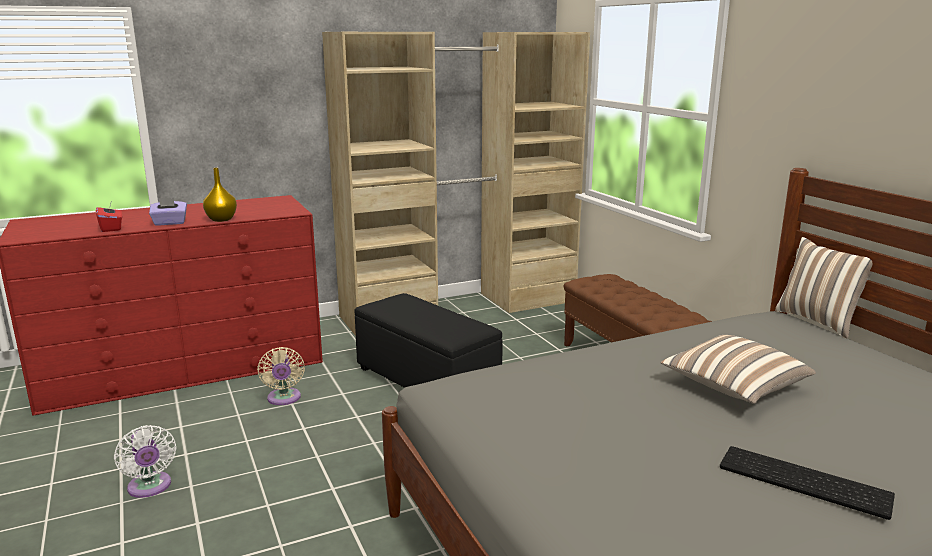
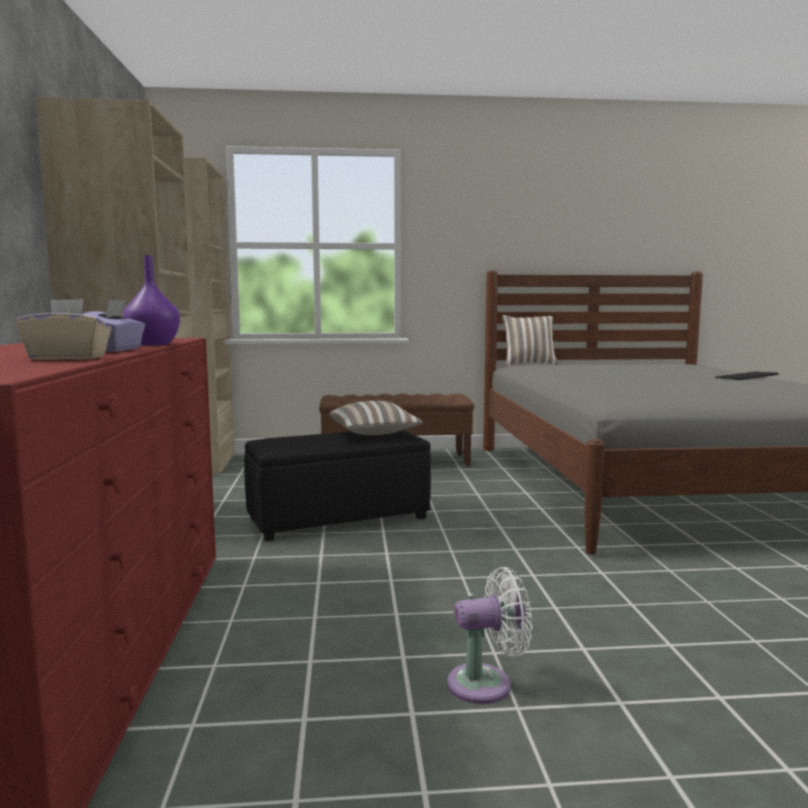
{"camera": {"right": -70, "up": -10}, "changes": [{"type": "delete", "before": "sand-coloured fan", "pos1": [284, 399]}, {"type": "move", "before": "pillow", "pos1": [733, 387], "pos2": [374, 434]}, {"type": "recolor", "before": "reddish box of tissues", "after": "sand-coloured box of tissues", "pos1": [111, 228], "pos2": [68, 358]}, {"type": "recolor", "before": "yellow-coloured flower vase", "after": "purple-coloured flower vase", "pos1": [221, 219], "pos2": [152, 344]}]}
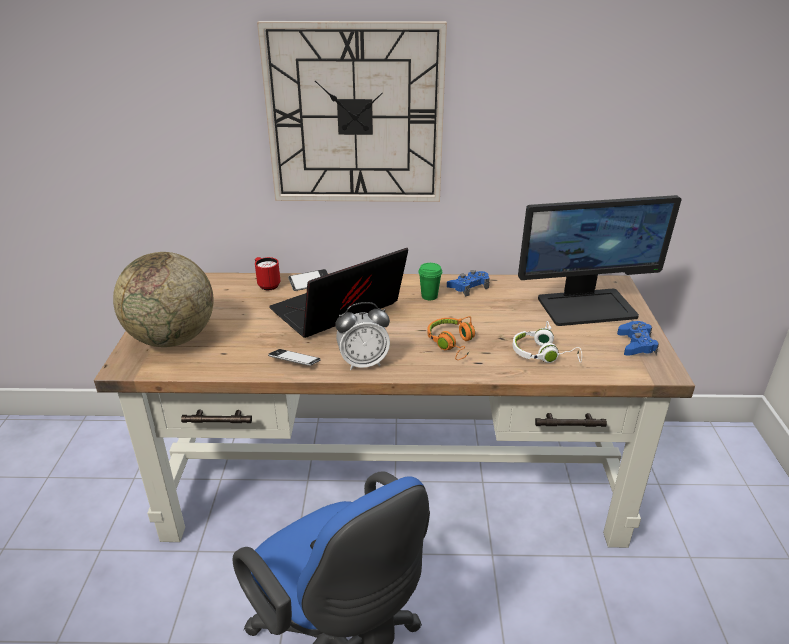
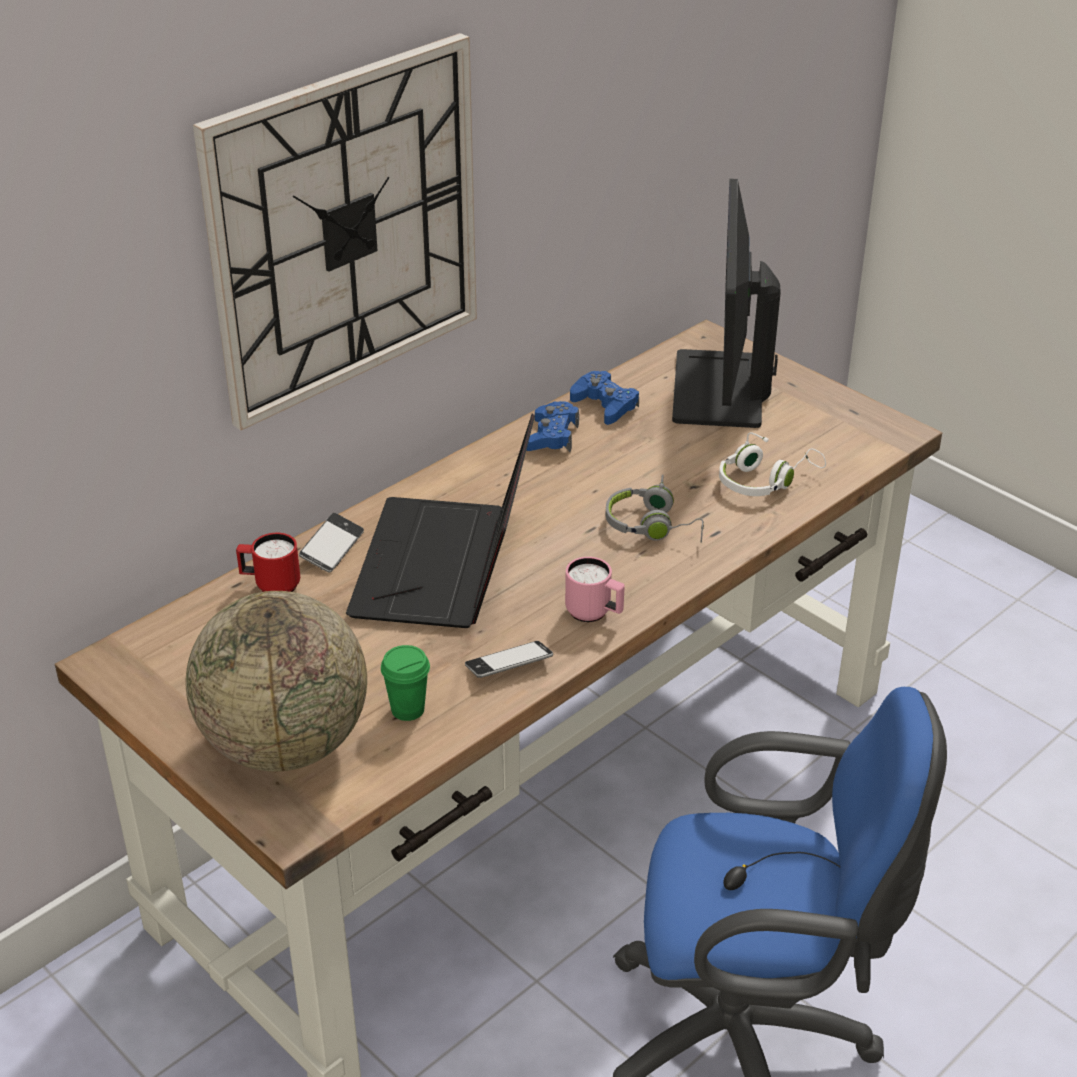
{"camera": {"right": -45, "up": 5}, "changes": [{"type": "move", "before": "green cup", "pos1": [429, 296], "pos2": [408, 709]}, {"type": "move", "before": "blue-coloured game controller", "pos1": [636, 344], "pos2": [605, 405]}, {"type": "replace", "before": "table clock", "after": "pink-coloured tea mug", "pos1": [363, 363], "pos2": [594, 614]}, {"type": "recolor", "before": "orange-coloured pair of headphones", "after": "greyish pair of headphones", "pos1": [452, 344], "pos2": [654, 526]}, {"type": "rotate", "before": "monitor", "pos1": [586, 306], "pos2": [721, 390], "turn": 150}]}
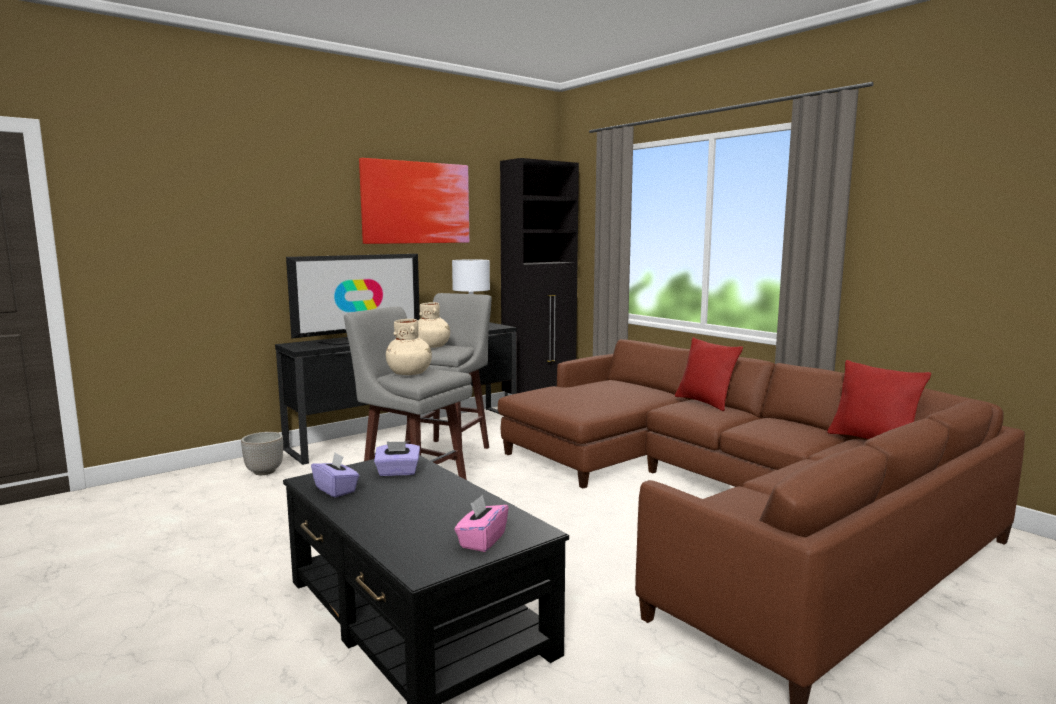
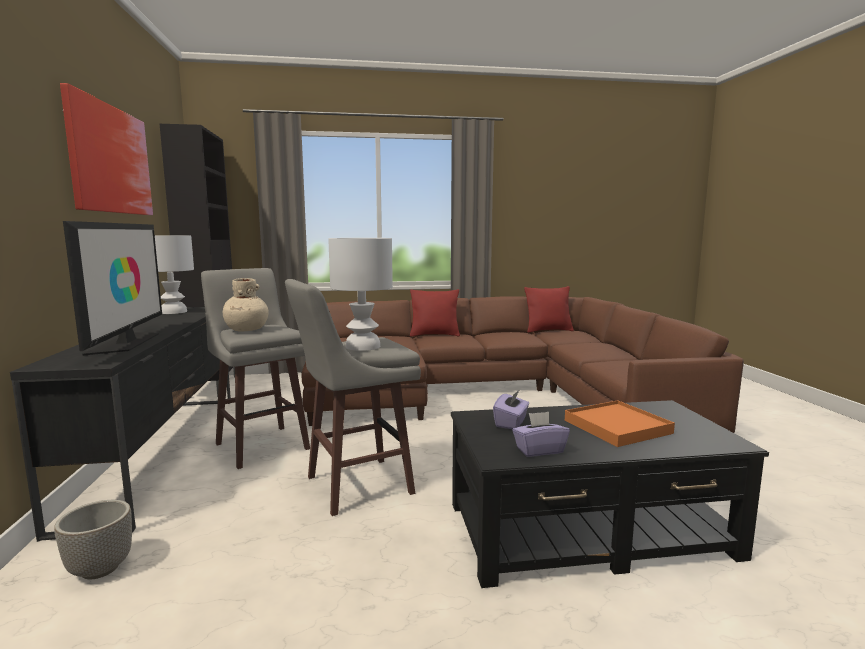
{"camera": {"right": -60, "up": 0}, "changes": [{"type": "delete", "before": "pink-coloured box of tissues", "pos1": [482, 540]}, {"type": "insert", "after": "orange-coloured tray", "pos2": [616, 427]}, {"type": "replace", "before": "sand-coloured flower vase", "after": "white-coloured table lamp", "pos1": [409, 374], "pos2": [362, 346]}]}
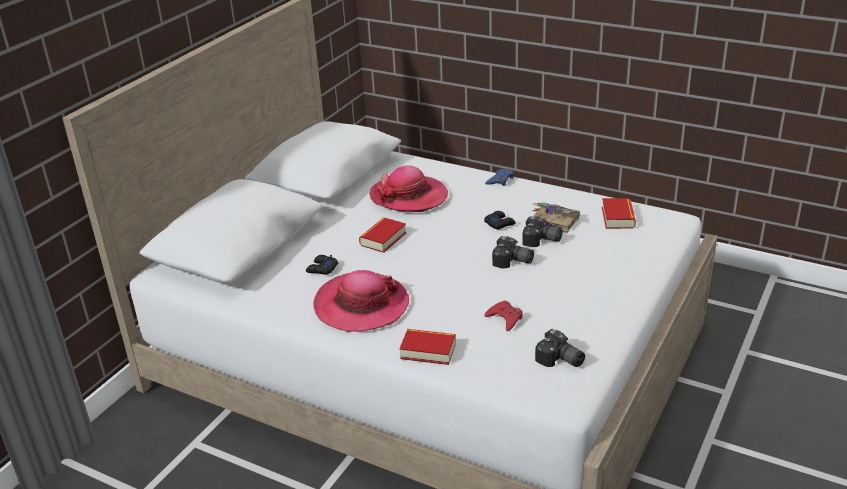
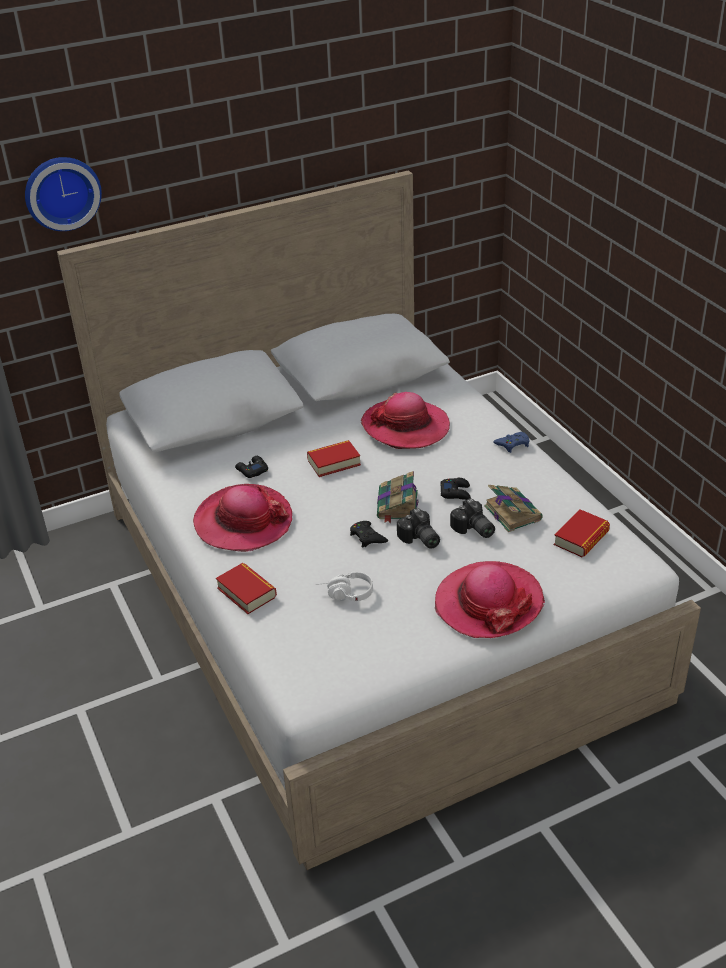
{"camera": {"right": 35, "up": 5}, "changes": [{"type": "delete", "before": "still camera", "pos1": [560, 361]}, {"type": "insert", "after": "clock on the wall", "pos2": [61, 192]}, {"type": "insert", "after": "black-coloured game controller", "pos2": [367, 537]}, {"type": "insert", "after": "volume", "pos2": [397, 506]}, {"type": "insert", "after": "wearable hat", "pos2": [488, 603]}, {"type": "replace", "before": "reddish game controller", "after": "white-coloured pair of headphones", "pos1": [505, 318], "pos2": [344, 594]}]}
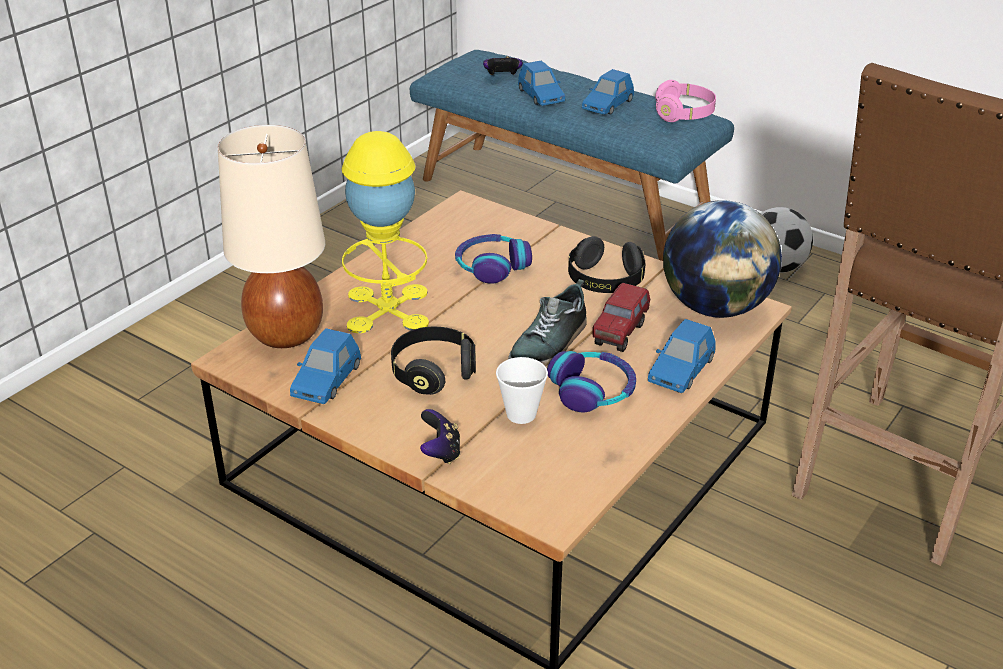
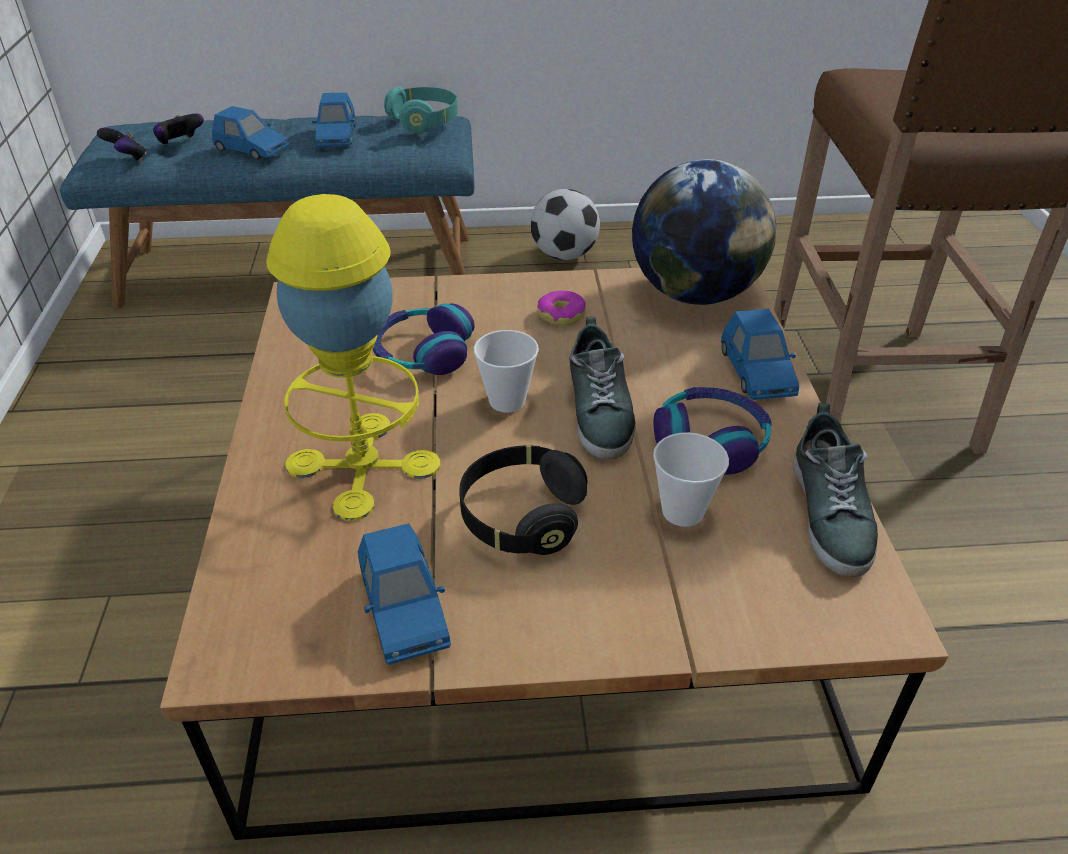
{"camera": {"right": -40, "up": 5}, "changes": [{"type": "delete", "before": "sand-coloured table lamp", "pos1": [287, 334]}, {"type": "delete", "before": "toy lorry", "pos1": [620, 333]}, {"type": "insert", "after": "cup", "pos2": [507, 401]}, {"type": "insert", "after": "low shoe", "pos2": [831, 512]}, {"type": "move", "before": "game controller", "pos1": [441, 452], "pos2": [128, 159]}, {"type": "replace", "before": "black-coloured pair of headphones", "after": "donut", "pos1": [605, 281], "pos2": [561, 315]}, {"type": "recolor", "before": "pink-coloured pair of headphones", "after": "turquoise pair of headphones", "pos1": [684, 114], "pos2": [424, 122]}]}
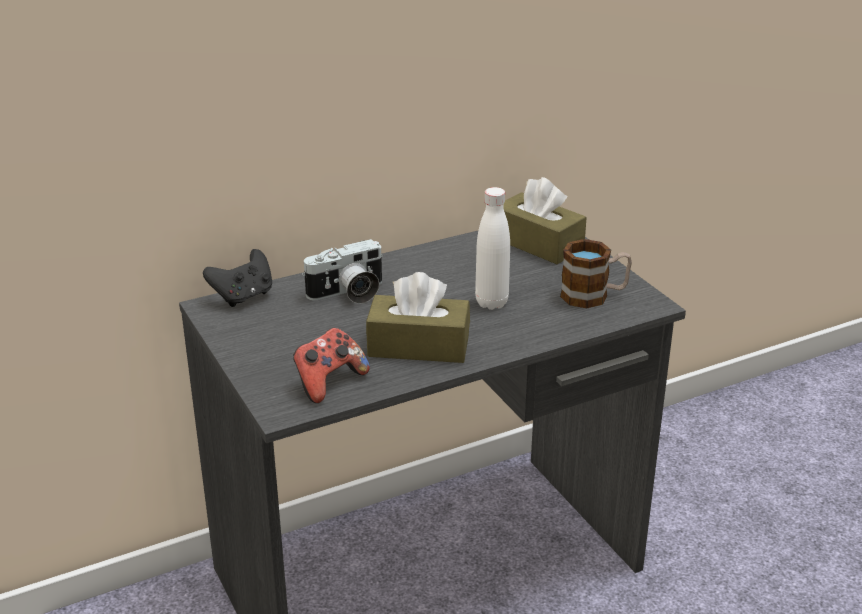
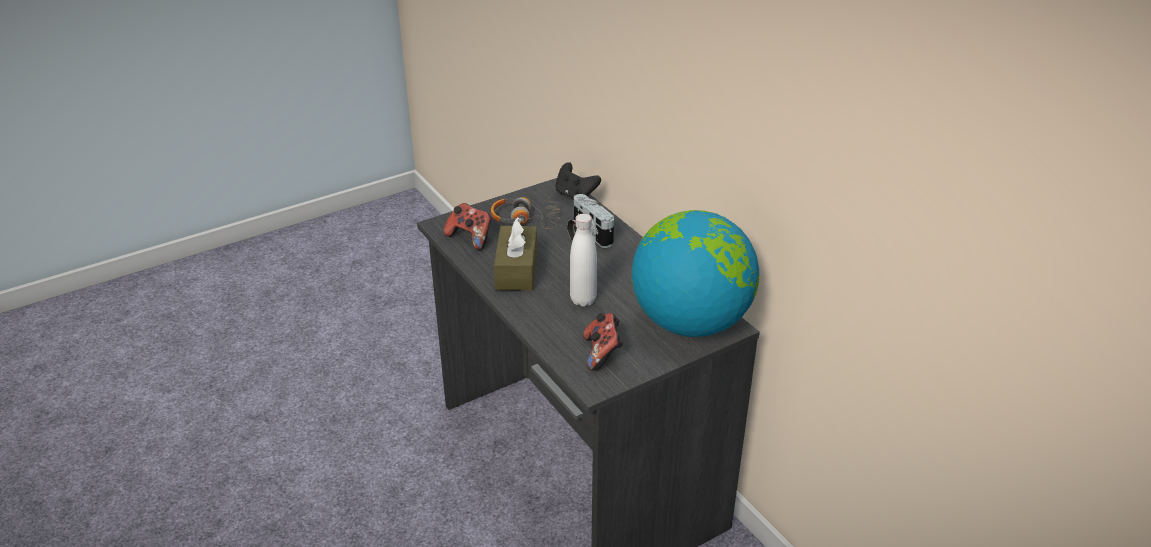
{"camera": {"right": 85, "up": 5}, "changes": [{"type": "insert", "after": "pair of headphones", "pos2": [526, 219]}, {"type": "replace", "before": "brownish box of tissues", "after": "globe", "pos1": [537, 243], "pos2": [691, 322]}, {"type": "replace", "before": "tea mug", "after": "game controller", "pos1": [594, 296], "pos2": [602, 353]}]}
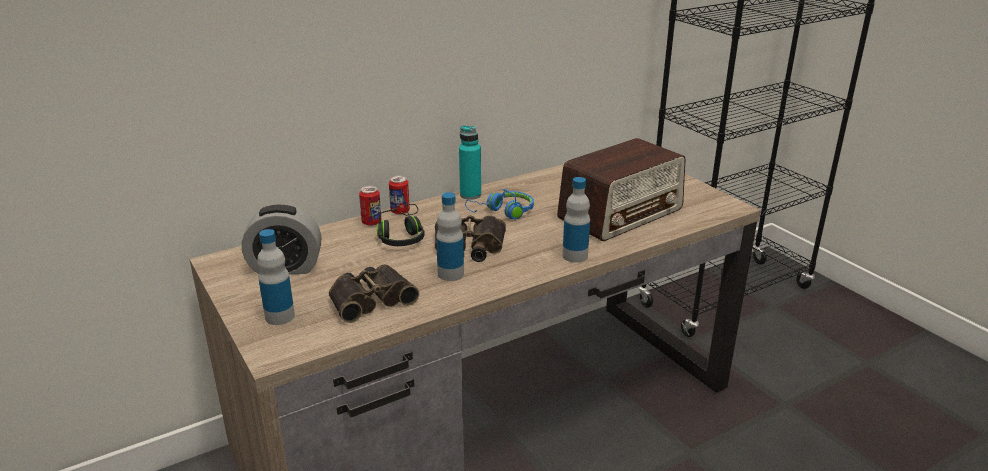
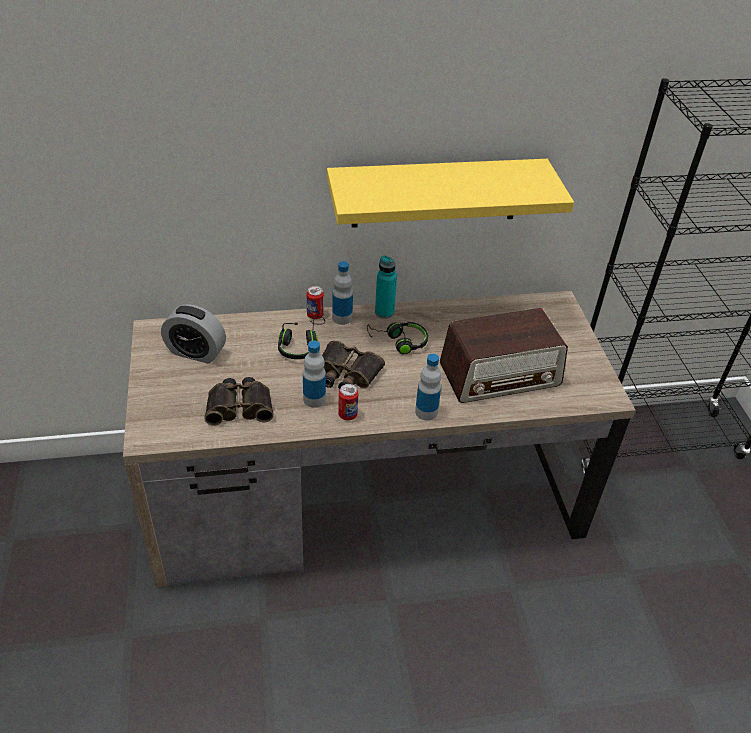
{"camera": {"right": 20, "up": 15}, "changes": [{"type": "insert", "after": "yellow-coloured shelf", "pos2": [436, 193]}, {"type": "move", "before": "drink bottle", "pos1": [280, 316], "pos2": [342, 318]}, {"type": "move", "before": "can", "pos1": [371, 222], "pos2": [347, 415]}, {"type": "recolor", "before": "blue-coloured pair of headphones", "after": "black-coloured pair of headphones", "pos1": [503, 212], "pos2": [399, 342]}]}
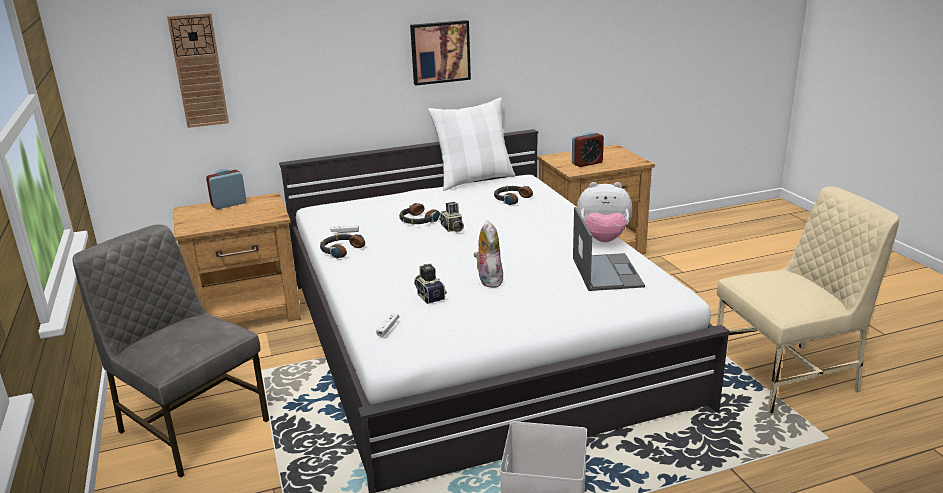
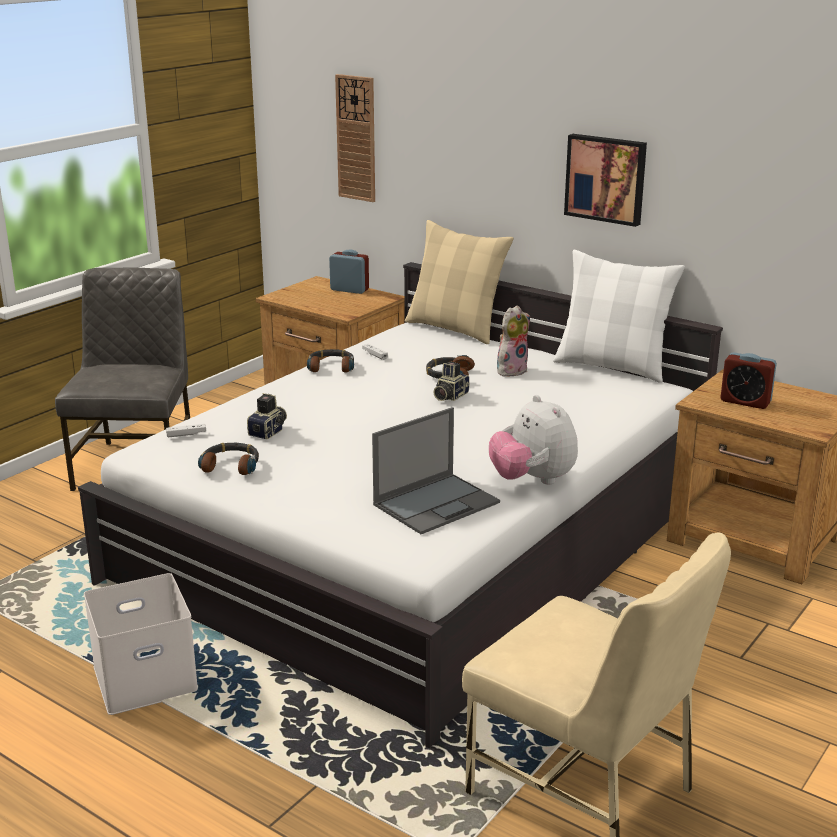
{"camera": {"right": 55, "up": 0}, "changes": [{"type": "insert", "after": "sand-coloured pillow", "pos2": [455, 329]}, {"type": "move", "before": "cuddly toy", "pos1": [488, 280], "pos2": [511, 370]}, {"type": "move", "before": "pair of headphones", "pos1": [511, 199], "pos2": [231, 465]}]}
